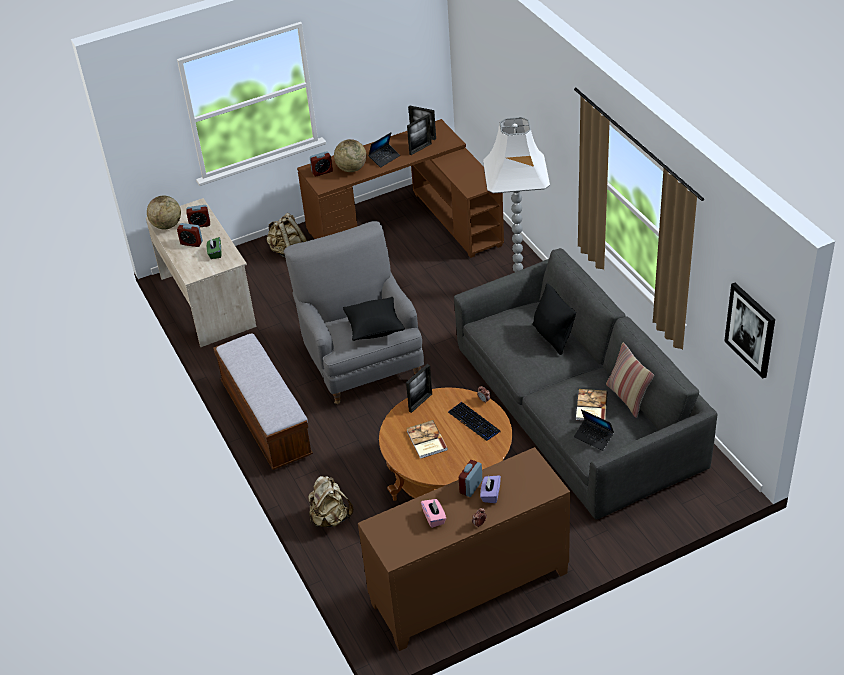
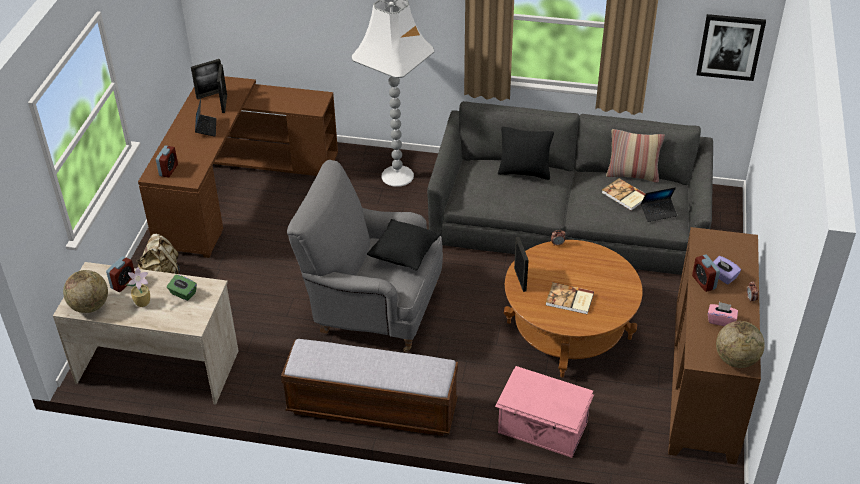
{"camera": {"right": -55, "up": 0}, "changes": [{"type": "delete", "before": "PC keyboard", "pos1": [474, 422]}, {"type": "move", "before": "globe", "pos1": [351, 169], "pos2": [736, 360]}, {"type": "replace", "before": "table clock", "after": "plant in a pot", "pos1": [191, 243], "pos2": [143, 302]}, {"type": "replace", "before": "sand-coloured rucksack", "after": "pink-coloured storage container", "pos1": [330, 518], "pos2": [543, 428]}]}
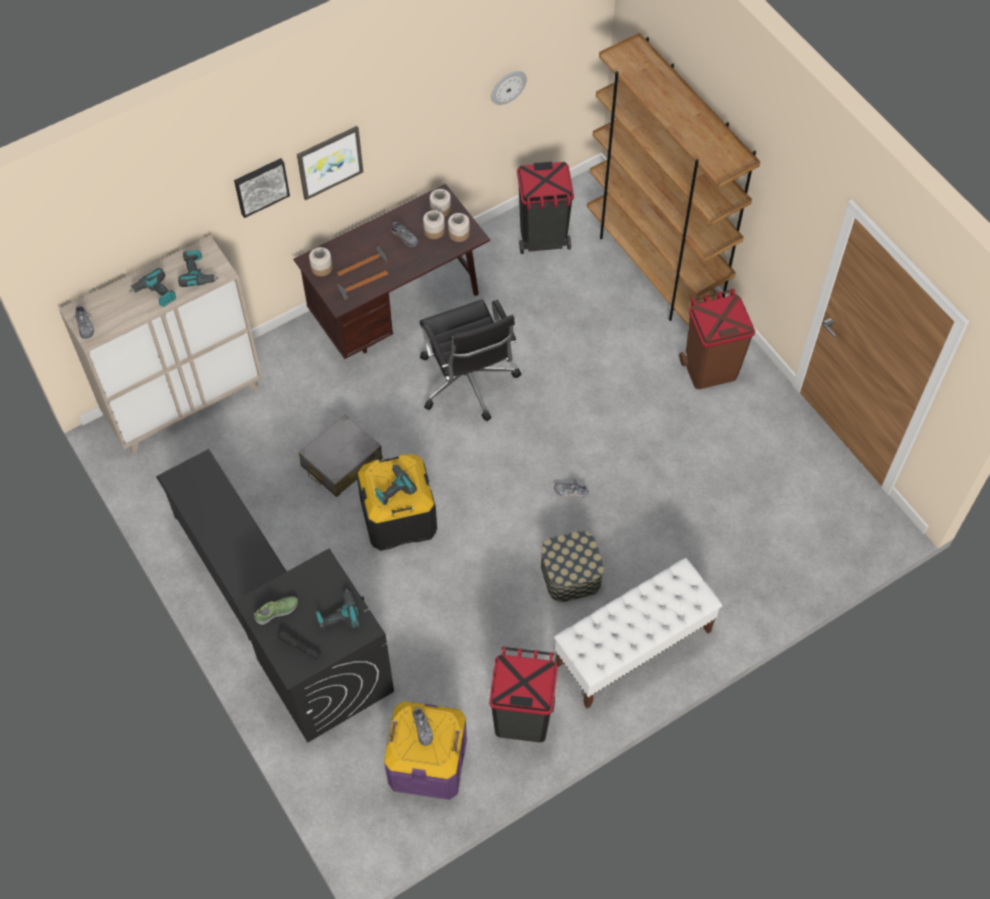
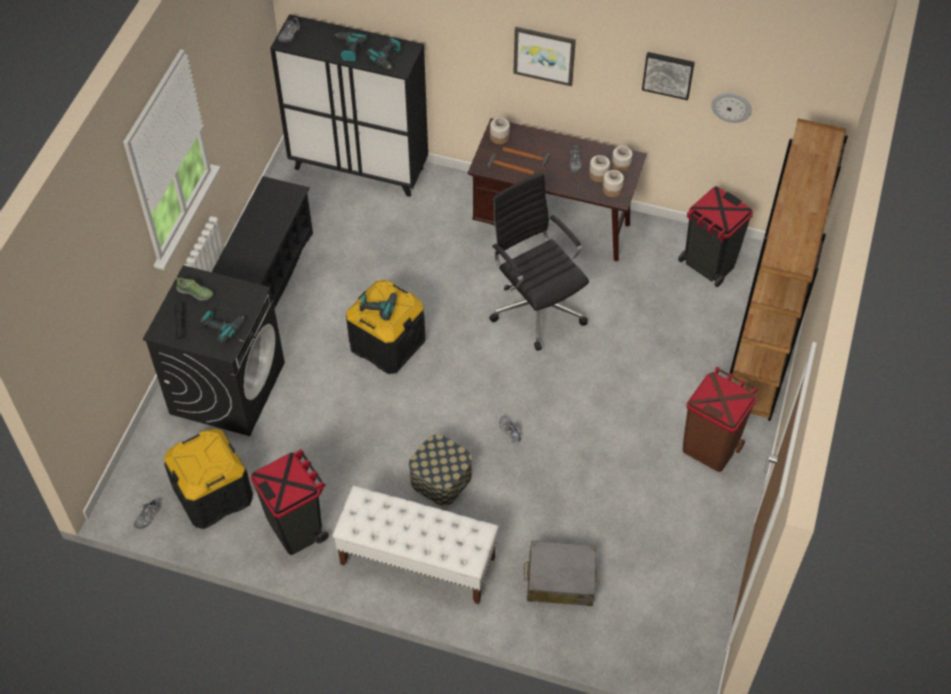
{"camera": {"right": 50, "up": -5}, "changes": [{"type": "move", "before": "wall picture", "pos1": [261, 186], "pos2": [668, 74]}, {"type": "move", "before": "greyish suitcase", "pos1": [341, 462], "pos2": [560, 579]}, {"type": "move", "before": "low shoe", "pos1": [422, 728], "pos2": [148, 516]}, {"type": "recolor", "before": "sand-coloured storage cabinet", "after": "black-coloured storage cabinet", "pos1": [185, 403], "pos2": [359, 168]}, {"type": "recolor", "before": "purple-coloured storage container", "after": "black-coloured storage container", "pos1": [427, 762], "pos2": [213, 494]}, {"type": "rotate", "before": "black-coloured desk chair", "pos1": [468, 383], "pos2": [536, 307], "turn": 120}]}
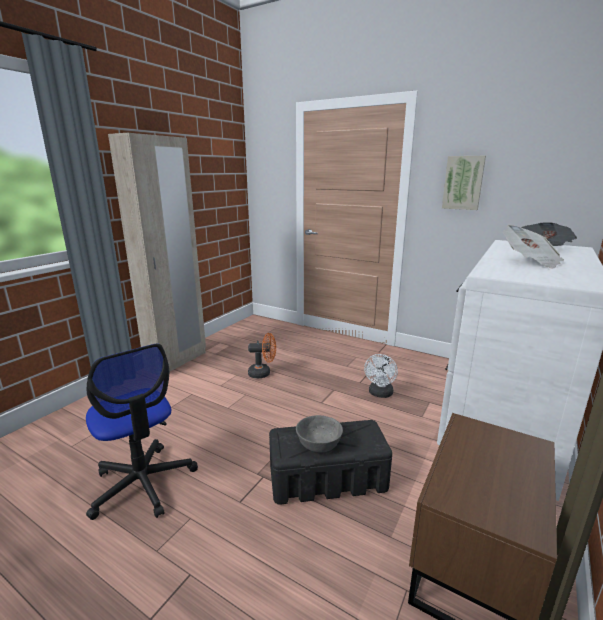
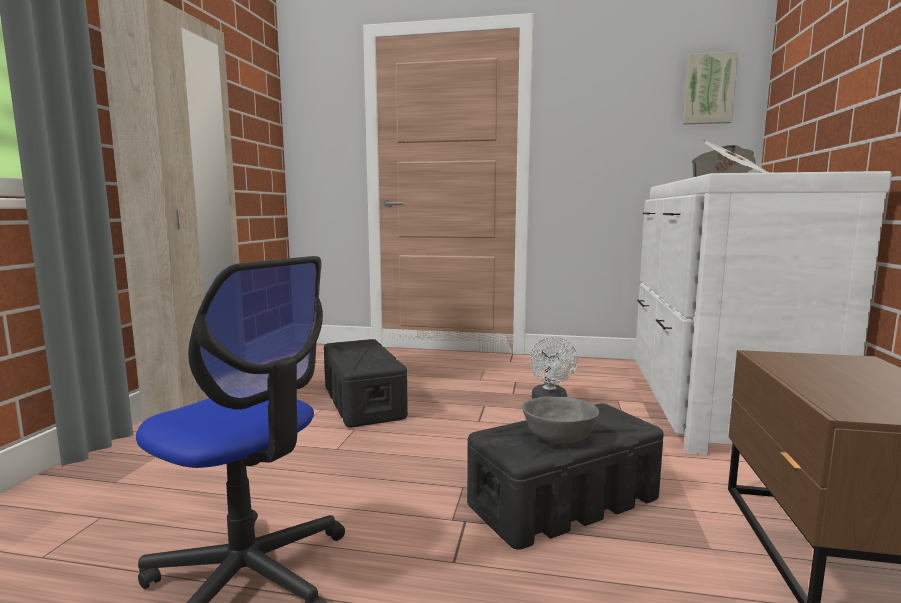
{"camera": {"right": -20, "up": -10}, "changes": [{"type": "move", "before": "wall picture", "pos1": [463, 183], "pos2": [708, 89]}, {"type": "replace", "before": "orange-coloured fan", "after": "black-coloured storage container", "pos1": [263, 373], "pos2": [363, 402]}]}
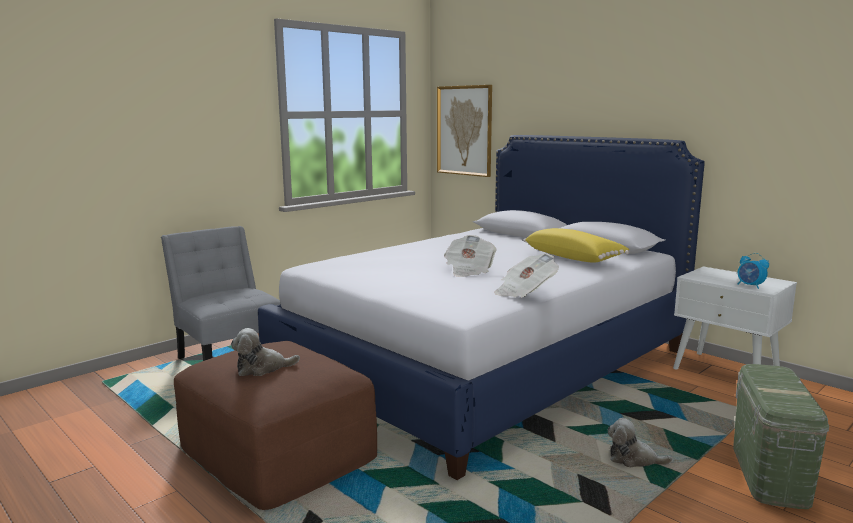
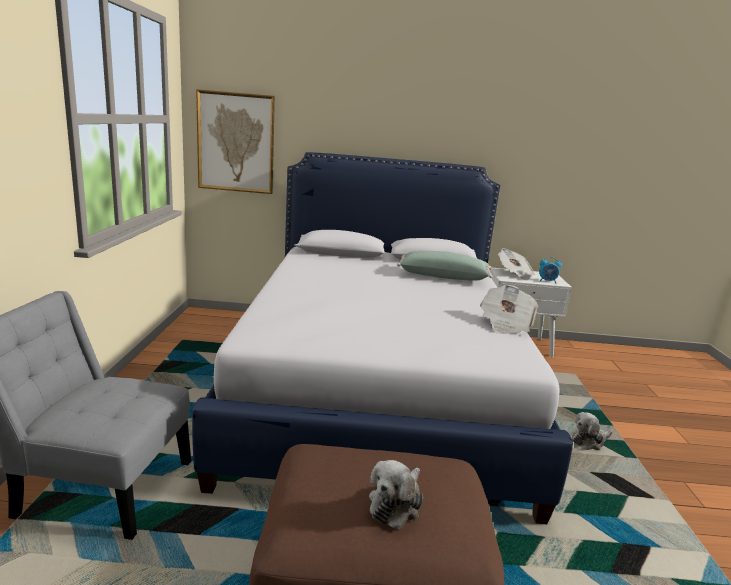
{"camera": {"right": -45, "up": 5}, "changes": [{"type": "delete", "before": "green storage container", "pos1": [770, 473]}, {"type": "move", "before": "daily paper", "pos1": [469, 270], "pos2": [514, 274]}, {"type": "recolor", "before": "yellow-coloured pillow", "after": "green pillow", "pos1": [574, 258], "pos2": [443, 276]}]}
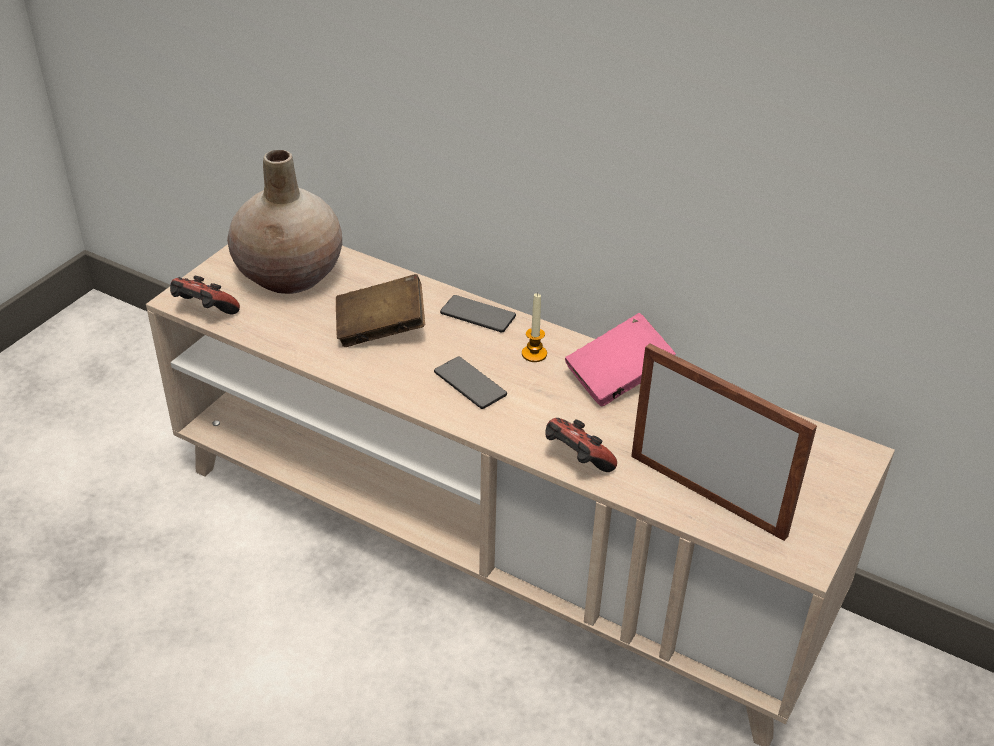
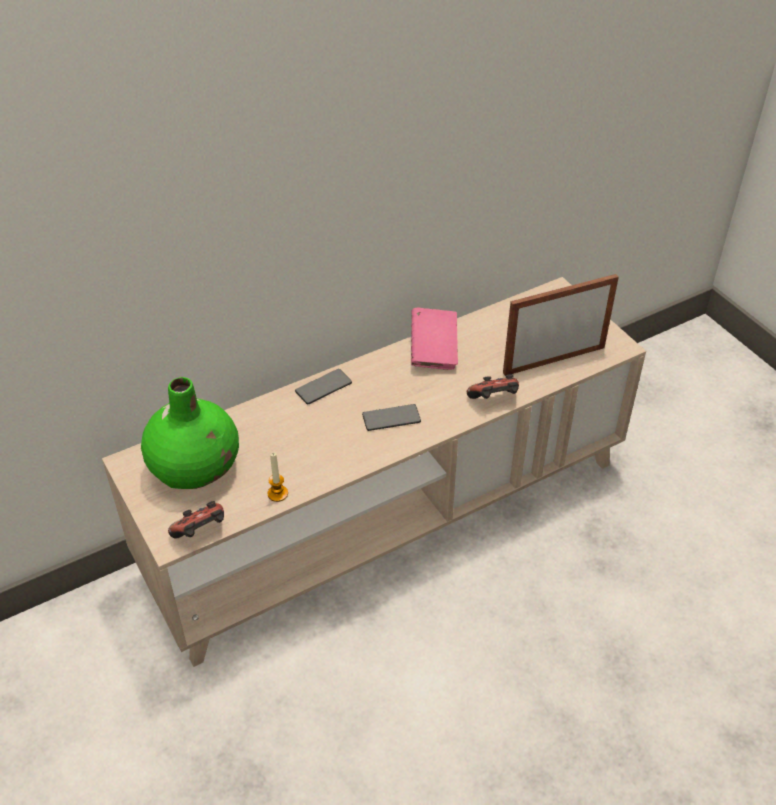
{"camera": {"right": -60, "up": 5}, "changes": [{"type": "delete", "before": "brownish volume", "pos1": [380, 329]}, {"type": "move", "before": "wax light", "pos1": [534, 354], "pos2": [277, 493]}, {"type": "recolor", "before": "sand-coloured flower vase", "after": "green flower vase", "pos1": [290, 275], "pos2": [195, 467]}]}
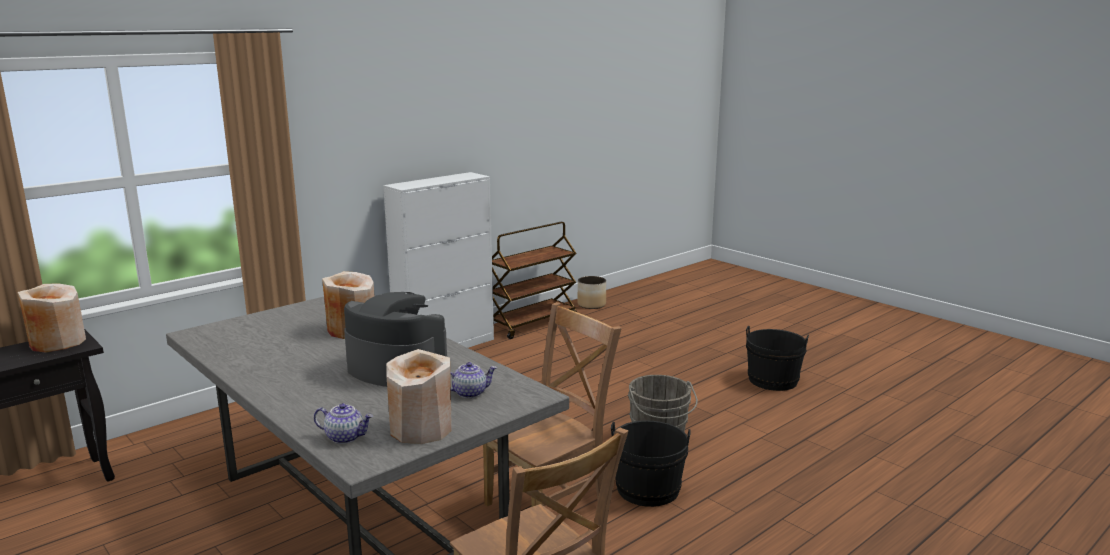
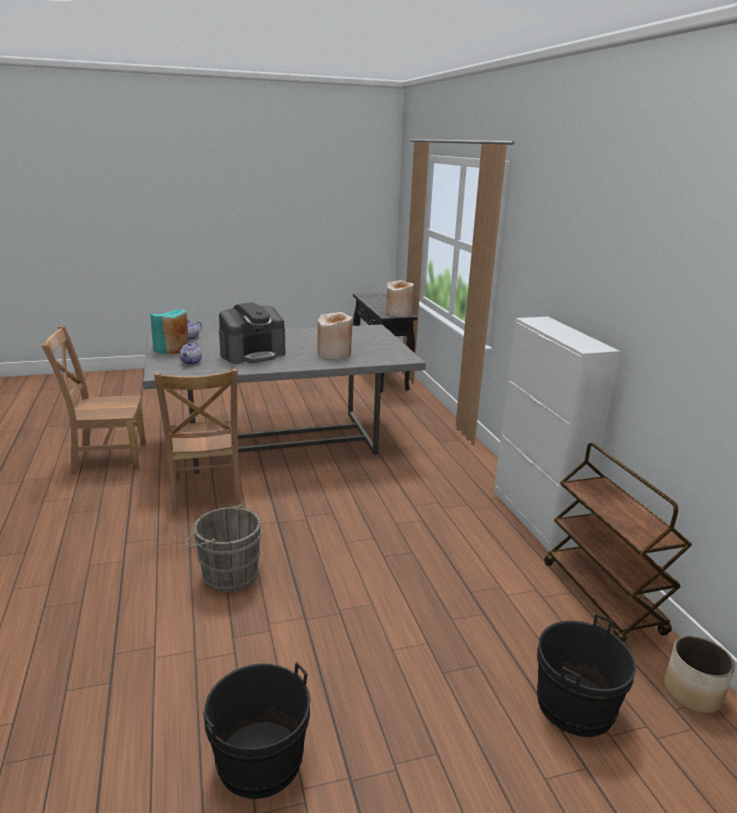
{"camera": {"right": 115, "up": 5}, "changes": [{"type": "move", "before": "black-coloured pail", "pos1": [648, 489], "pos2": [575, 706]}, {"type": "recolor", "before": "sand-coloured flower vase", "after": "turquoise flower vase", "pos1": [421, 428], "pos2": [171, 349]}]}
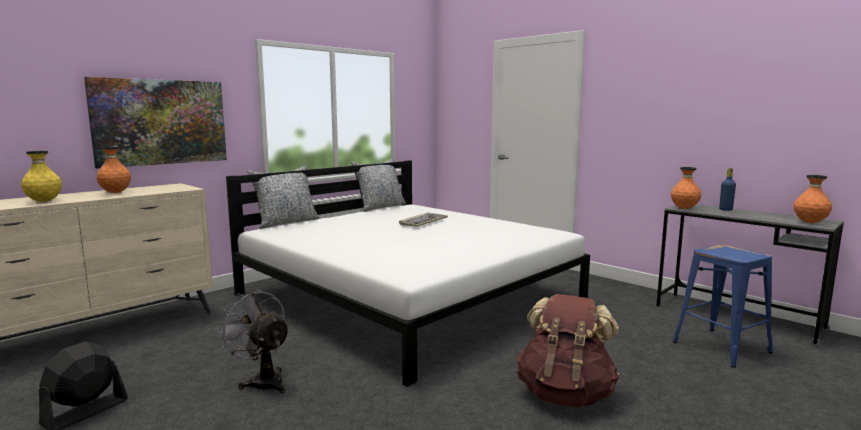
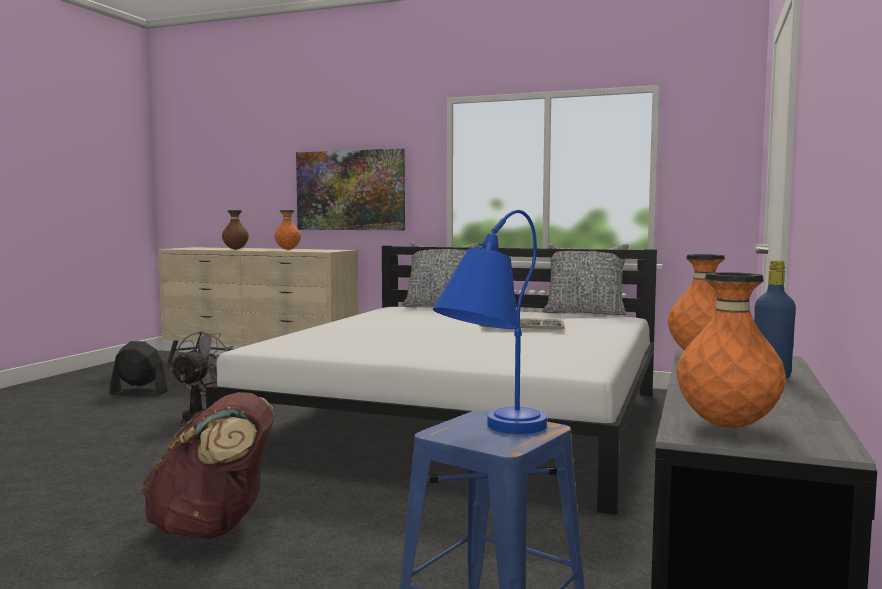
{"camera": {"right": 65, "up": -5}, "changes": [{"type": "insert", "after": "blue-coloured table lamp", "pos2": [491, 434]}, {"type": "recolor", "before": "yellow-coloured flower vase", "after": "brownish flower vase", "pos1": [44, 201], "pos2": [235, 249]}]}
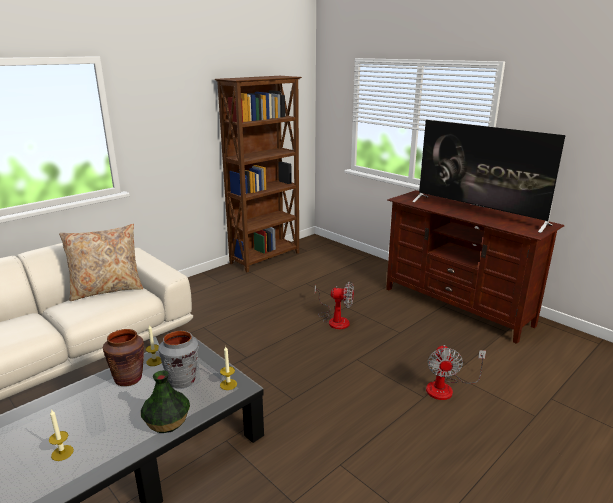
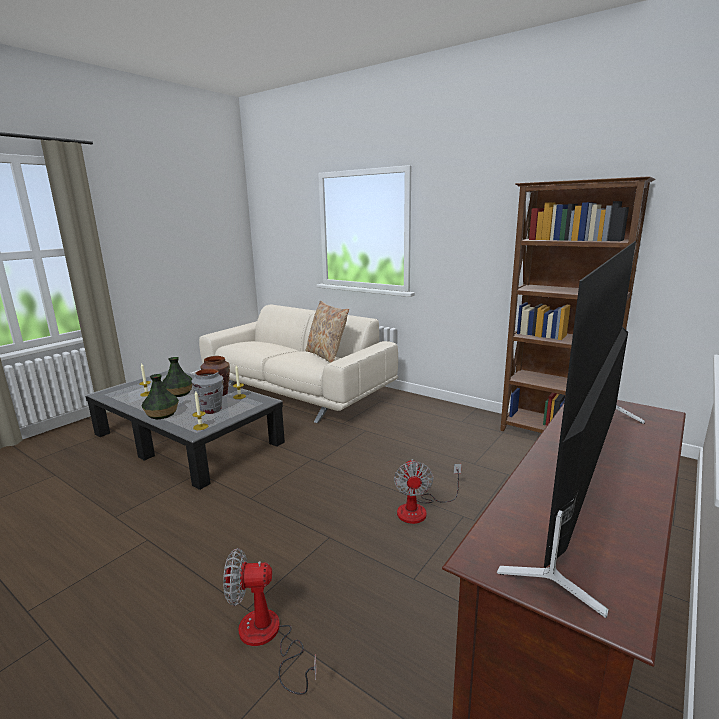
{"camera": {"right": 80, "up": -5}, "changes": [{"type": "insert", "after": "flower vase", "pos2": [178, 393]}]}
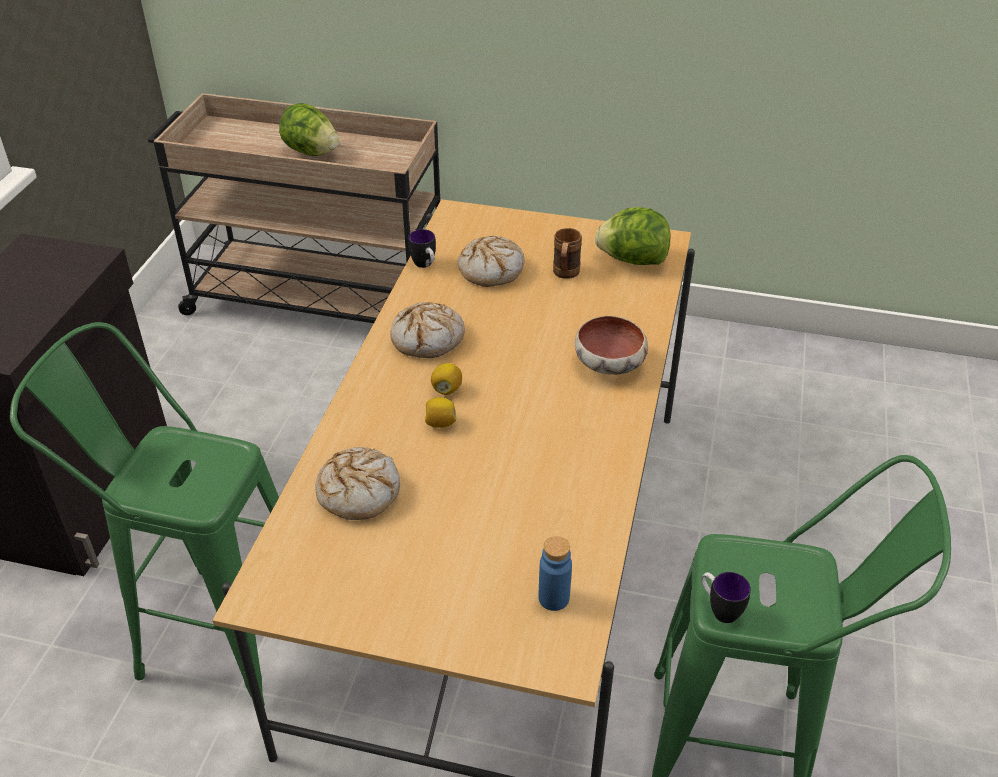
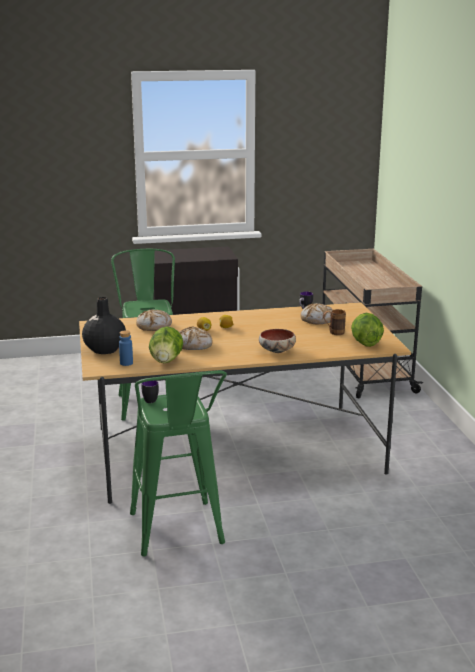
{"camera": {"right": 65, "up": -20}, "changes": [{"type": "insert", "after": "black-coloured flower vase", "pos2": [105, 349]}, {"type": "move", "before": "lettuce head", "pos1": [311, 152], "pos2": [166, 361]}, {"type": "move", "before": "baked bread", "pos1": [428, 338], "pos2": [194, 345]}]}
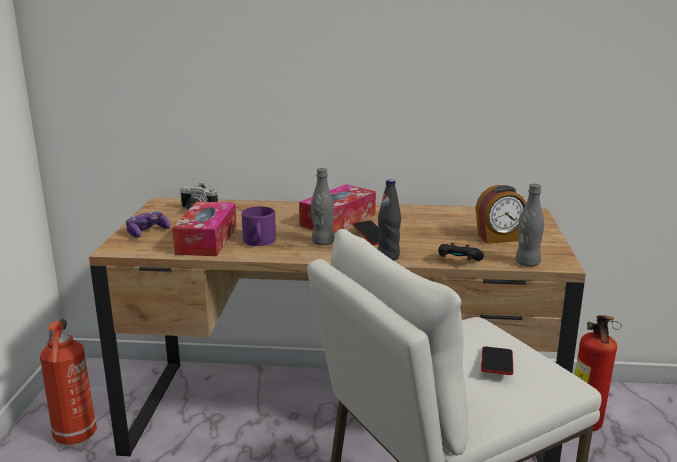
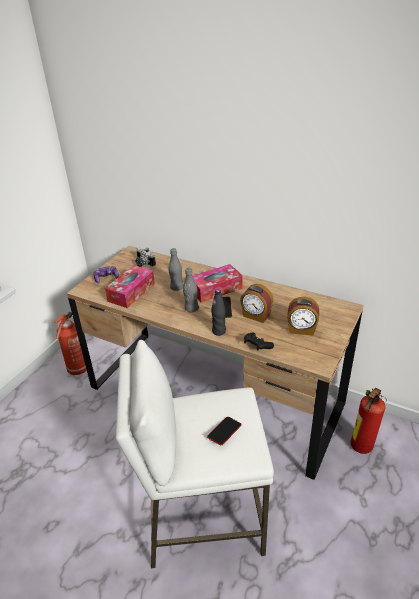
{"camera": {"right": 25, "up": 15}, "changes": [{"type": "delete", "before": "purple-coloured tea mug", "pos1": [259, 241]}, {"type": "insert", "after": "table clock", "pos2": [256, 316]}, {"type": "move", "before": "greyish drink bottle", "pos1": [527, 263], "pos2": [177, 288]}]}
